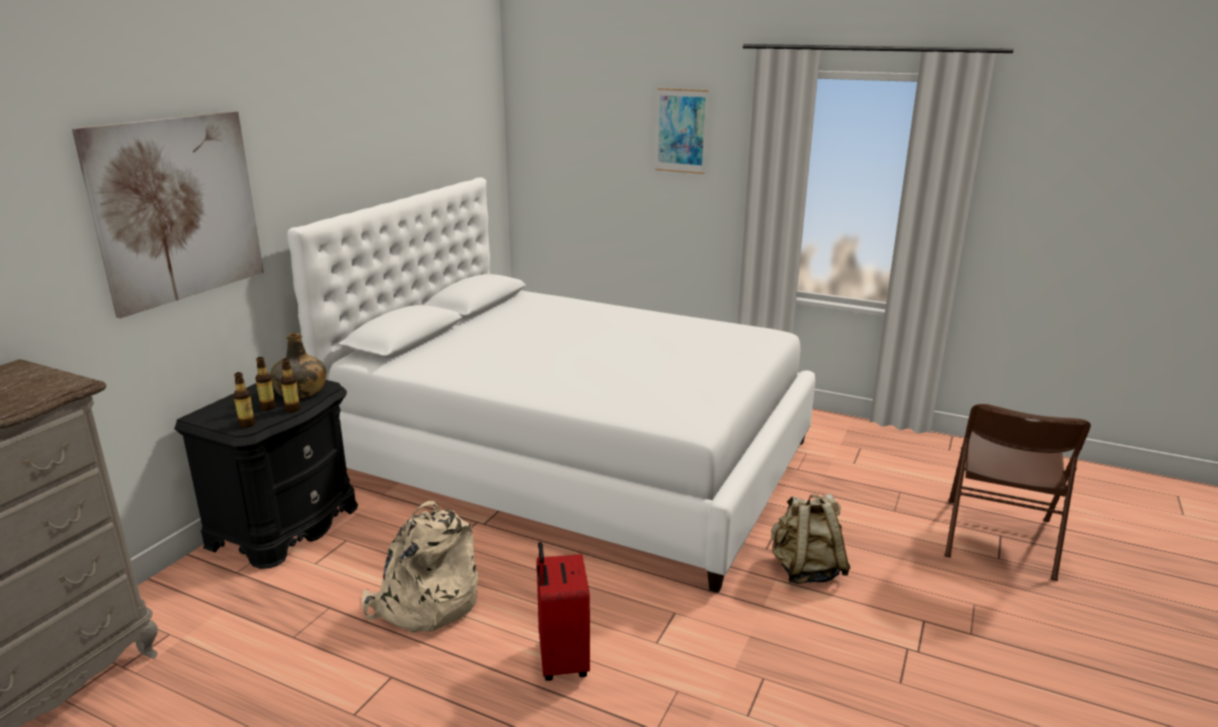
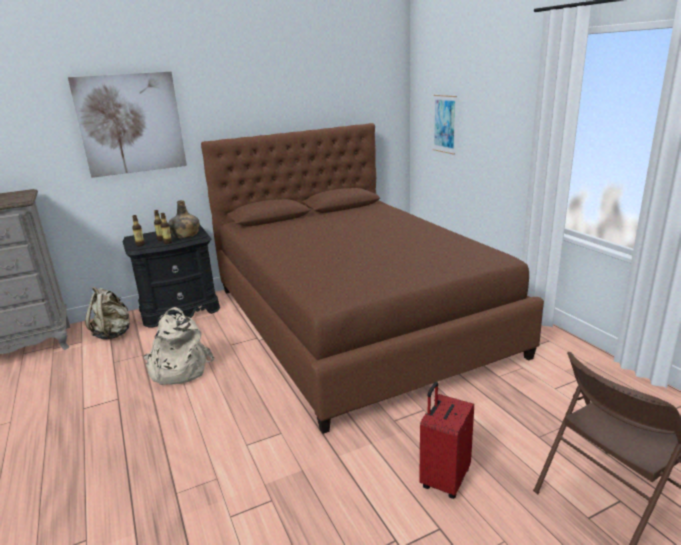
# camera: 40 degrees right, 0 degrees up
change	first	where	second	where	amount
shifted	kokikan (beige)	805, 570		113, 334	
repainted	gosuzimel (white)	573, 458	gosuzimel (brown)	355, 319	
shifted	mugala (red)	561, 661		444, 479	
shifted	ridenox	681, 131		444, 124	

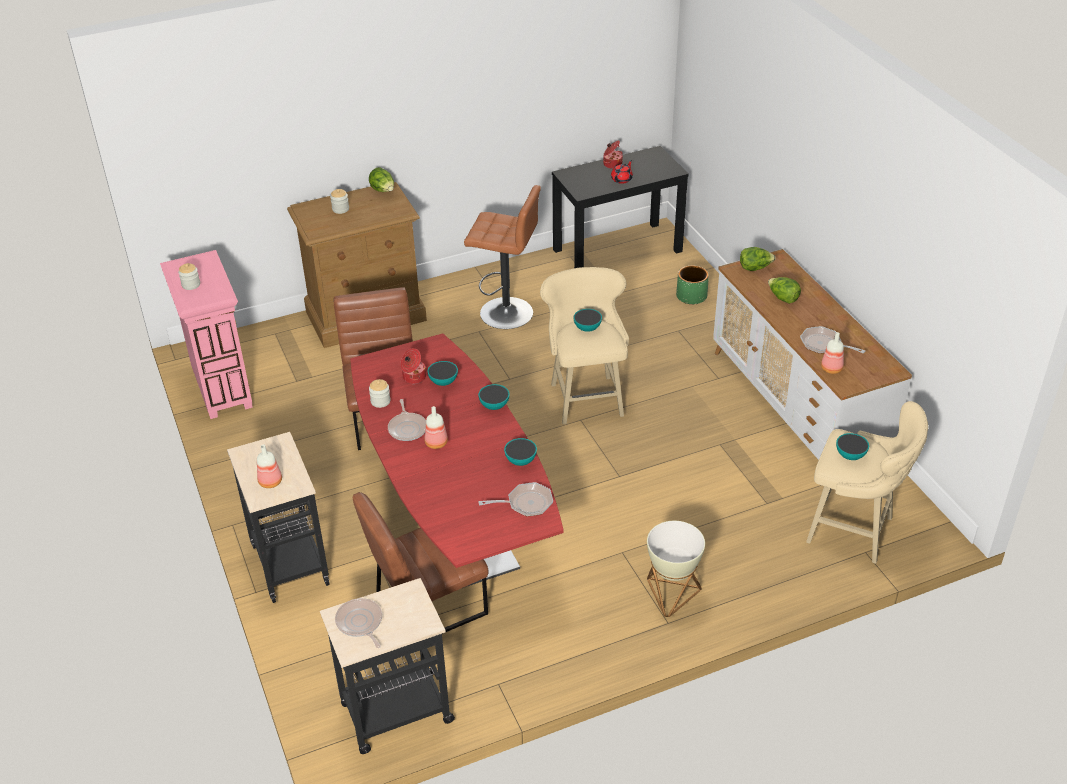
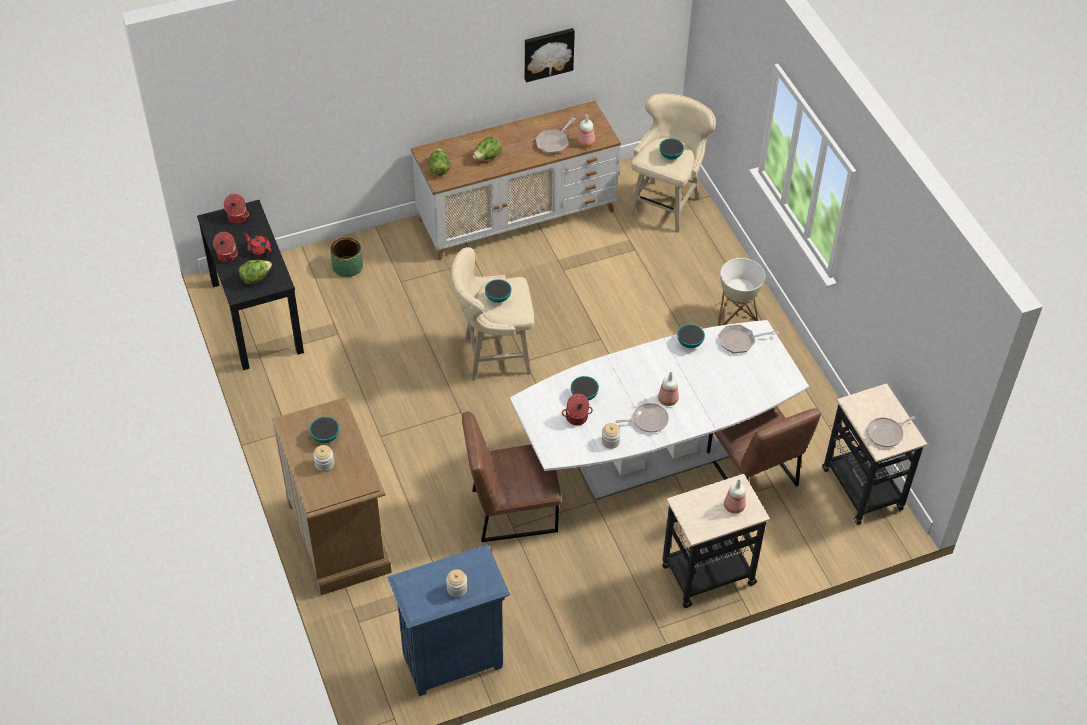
# camera: 90 degrees left, 10 degrees up
change	first	where	second	where	amount
new			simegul	237, 217	
shifted	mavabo	383, 191		256, 278	
shifted	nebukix	494, 406		325, 437	
repainted	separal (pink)	221, 388	separal (blue)	452, 664	
repainted	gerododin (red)	455, 520	gerododin (white)	653, 454	
new			ridenox	548, 53	
rotated	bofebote	526, 503		740, 341	90 degrees counterclockwise
gone	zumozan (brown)	507, 313			

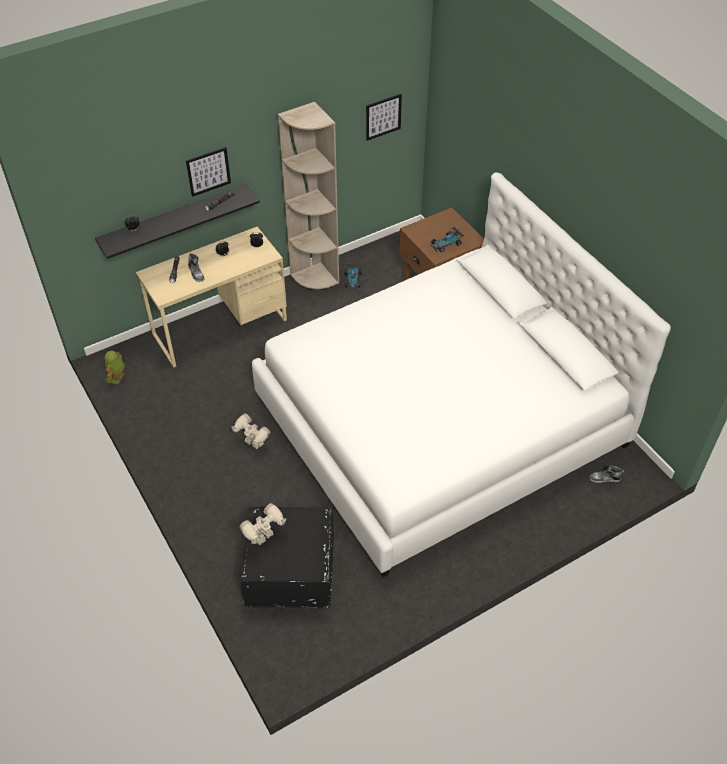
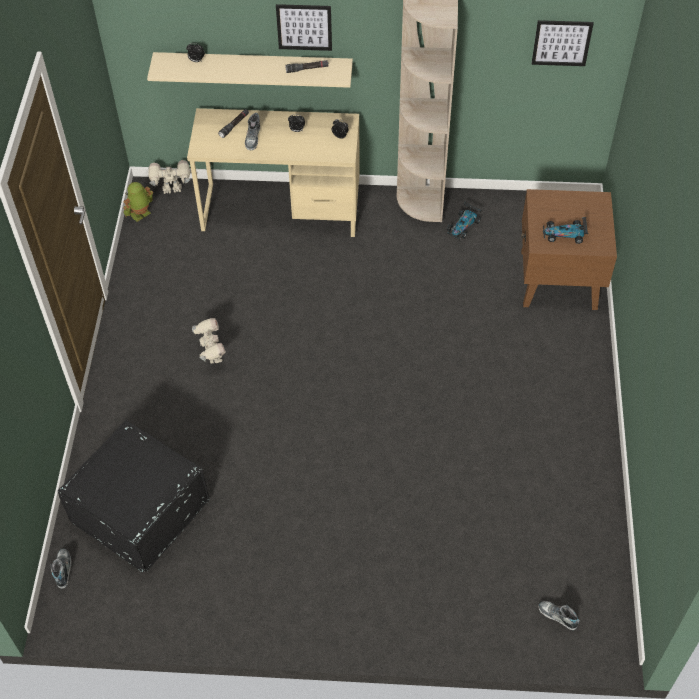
# camera: 35 degrees right, 5 degrees up
change	first	where	second	where	amount
new			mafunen	63, 569	
repainted	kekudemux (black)	174, 221	kekudemux (beige)	253, 69	
shifted	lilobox	264, 538		172, 191	
gone	gosuzimel (white)	440, 421			

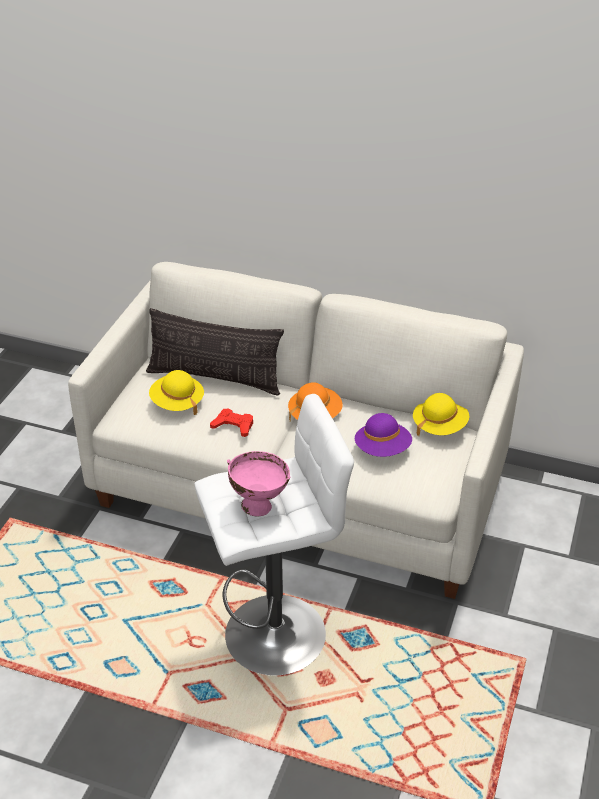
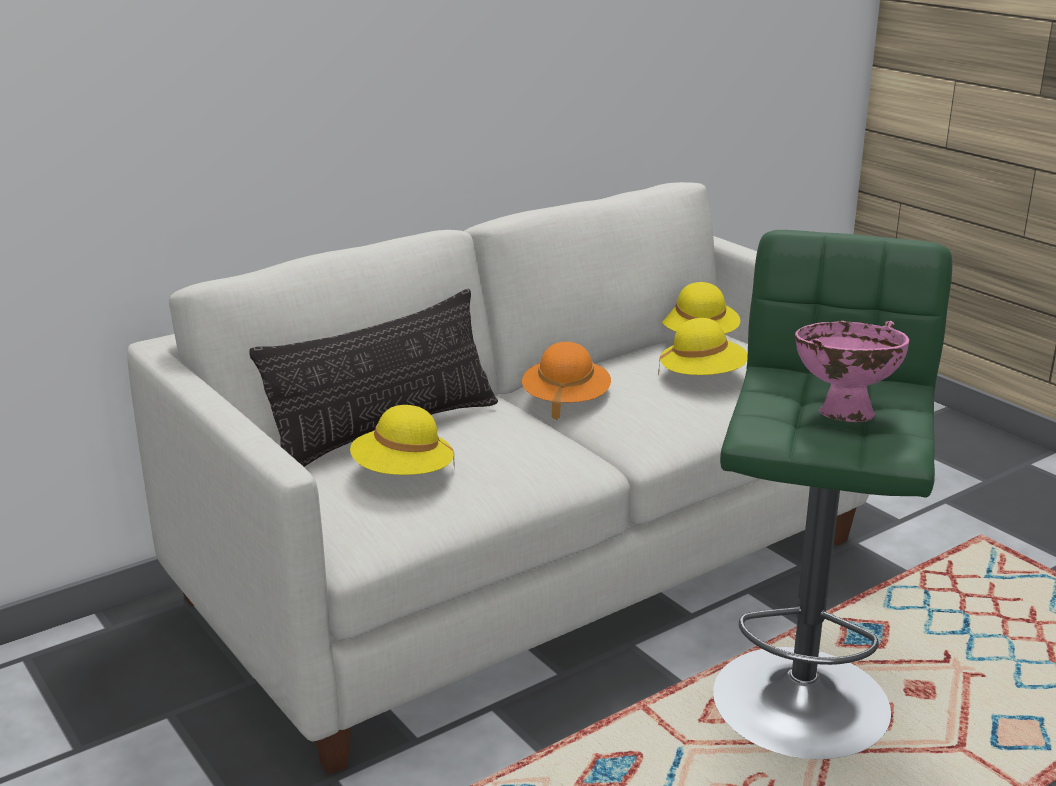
# camera: 55 degrees left, 15 degrees down
change	first	where	second	where	amount
repainted	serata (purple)	382, 449	serata (yellow)	702, 377	
repainted	zumozan (white)	277, 635	zumozan (green)	802, 701	
gone	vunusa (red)	233, 426			

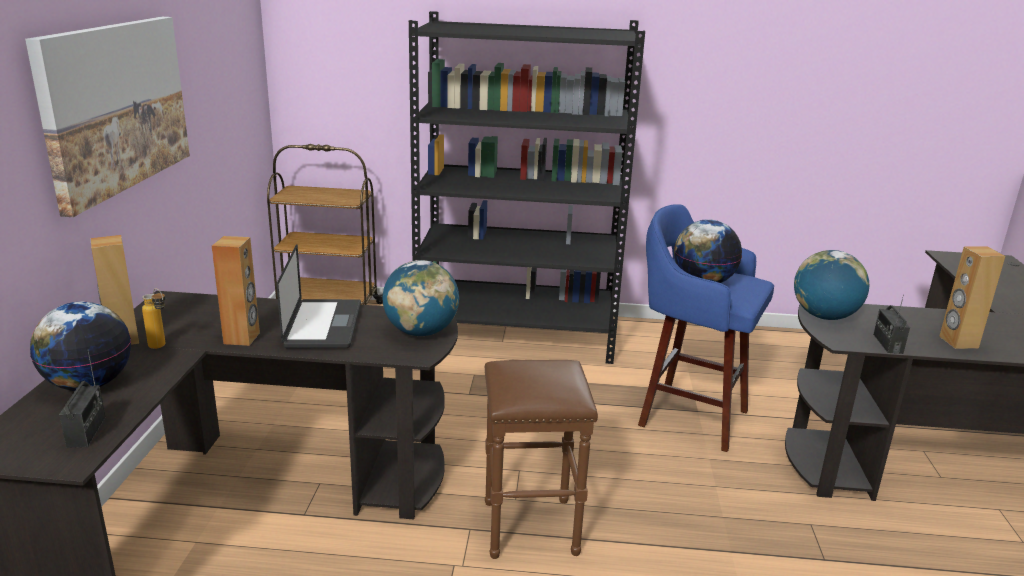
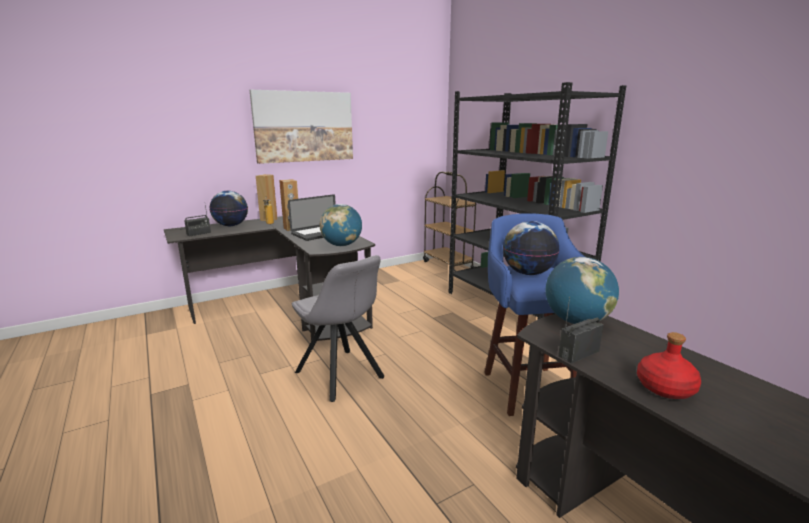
# camera: 55 degrees right, 5 degrees down
change	first	where	second	where	amount
swapped	zumozan (brown)	533, 528	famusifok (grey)	340, 374	
swapped	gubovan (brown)	958, 342	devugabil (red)	665, 388	

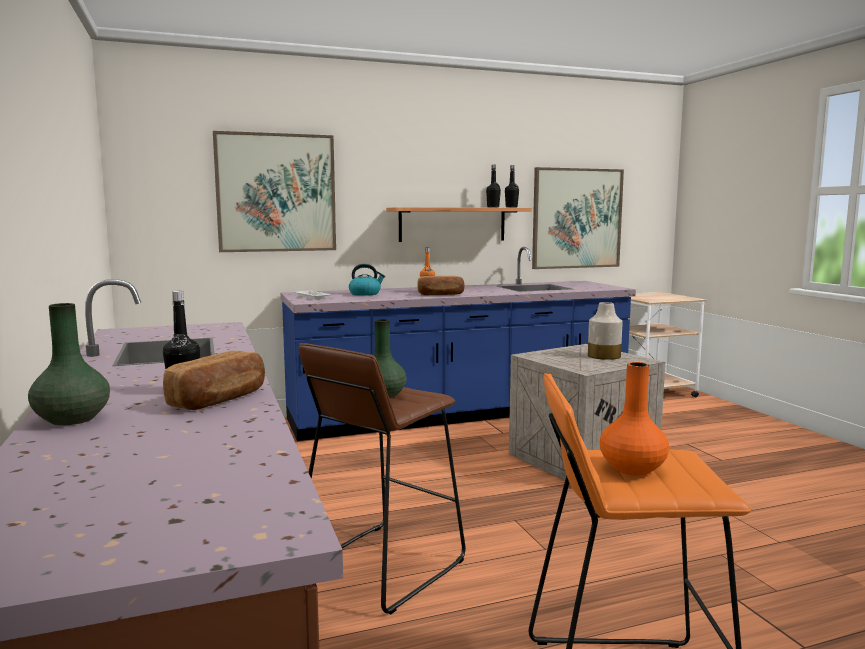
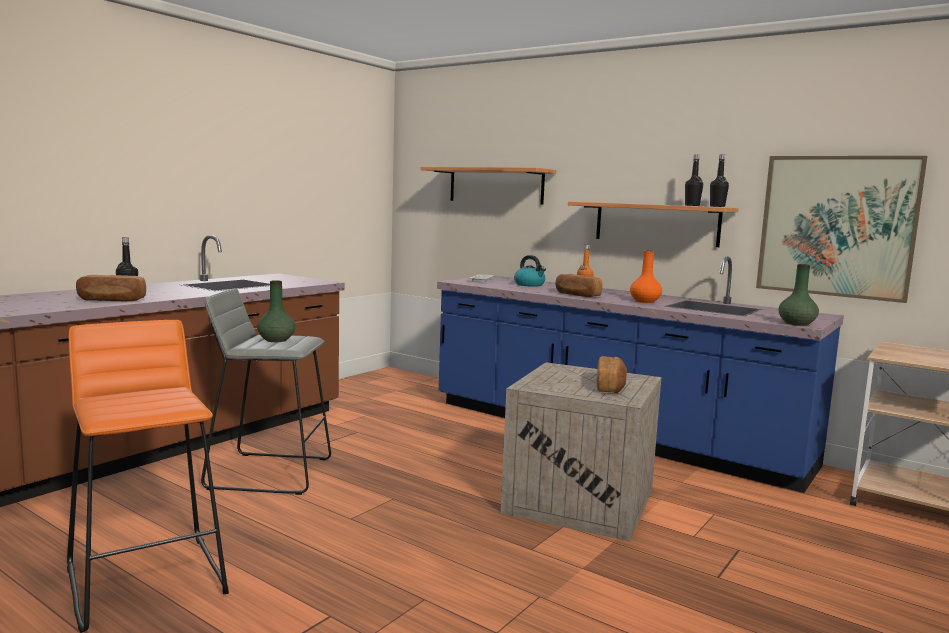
# camera: 55 degrees right, 0 degrees up
change	first	where	second	where	amount
repainted	zumozan (brown)	380, 566	zumozan (grey)	269, 473	
swapped	ridenox	276, 193	kekudemux	495, 185	
swapped	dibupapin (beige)	604, 356	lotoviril	611, 386	
shifted	dibupapin (orange)	632, 468		645, 301	
shifted	dibupapin (green)	73, 419		797, 324	

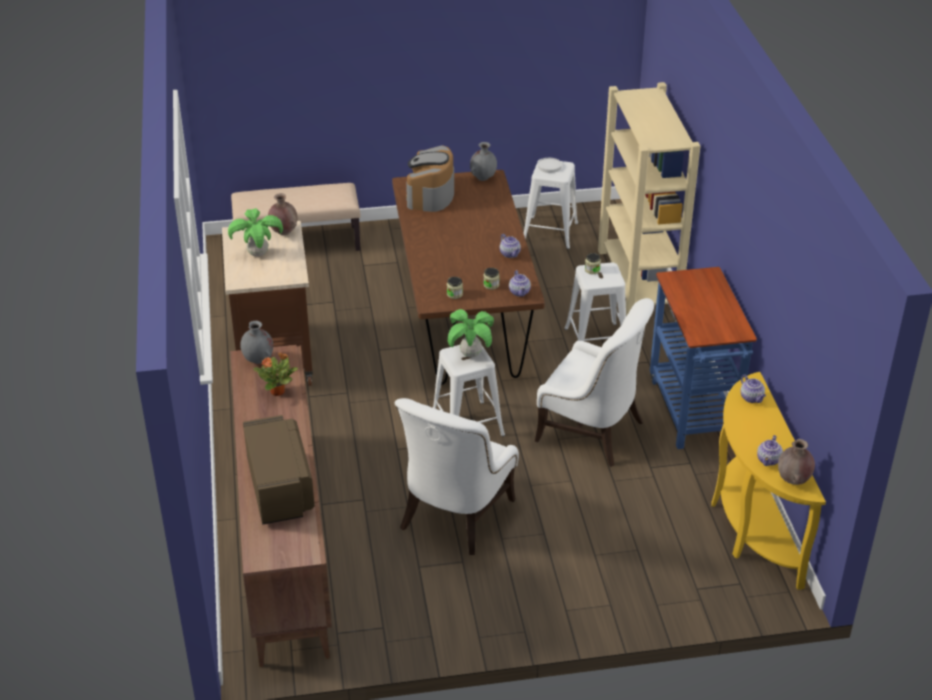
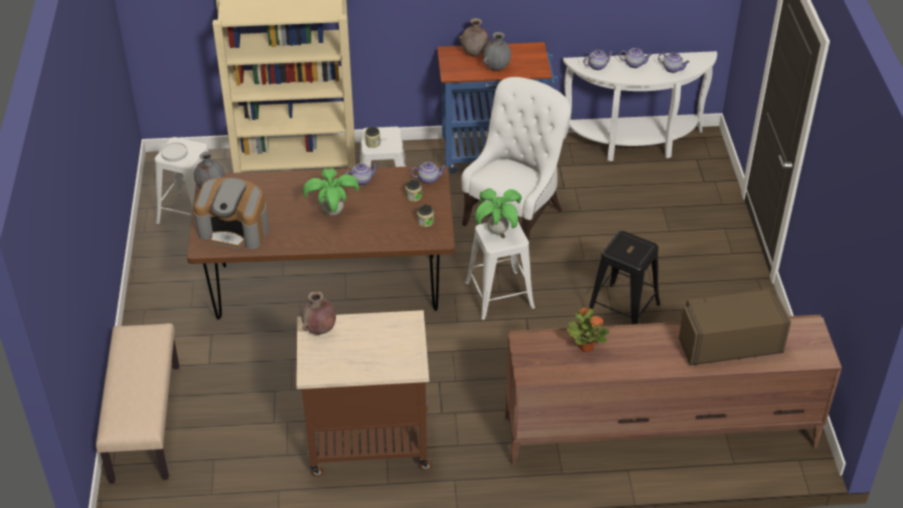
# camera: 85 degrees left, 5 degrees up
change	first	where	second	where	amount
shifted	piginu	258, 254		333, 212	
shifted	dibupapin (brown)	793, 481		475, 54	
shifted	dibupapin (grey)	258, 360		496, 68	
repainted	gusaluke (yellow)	750, 526	gusaluke (white)	634, 145	
swapped	famusifok (white)	455, 515	zumozan (black)	622, 311	
new			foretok	634, 64	

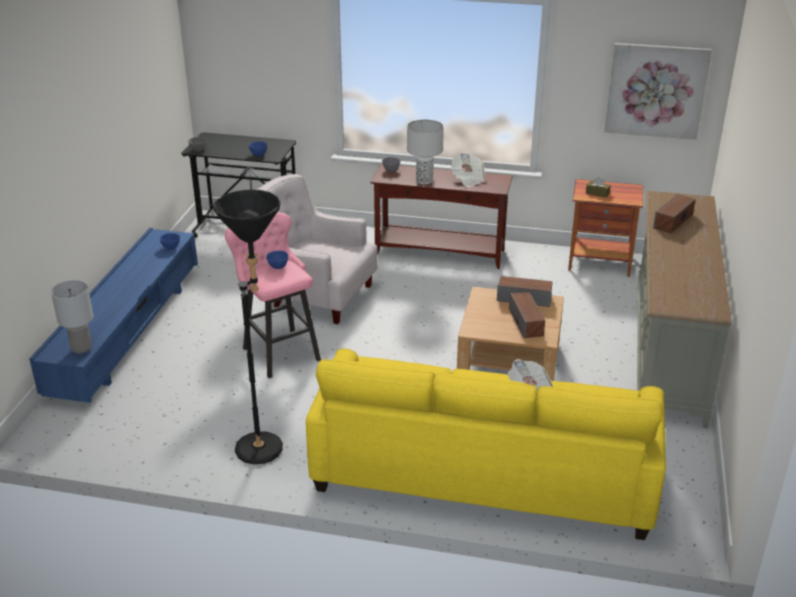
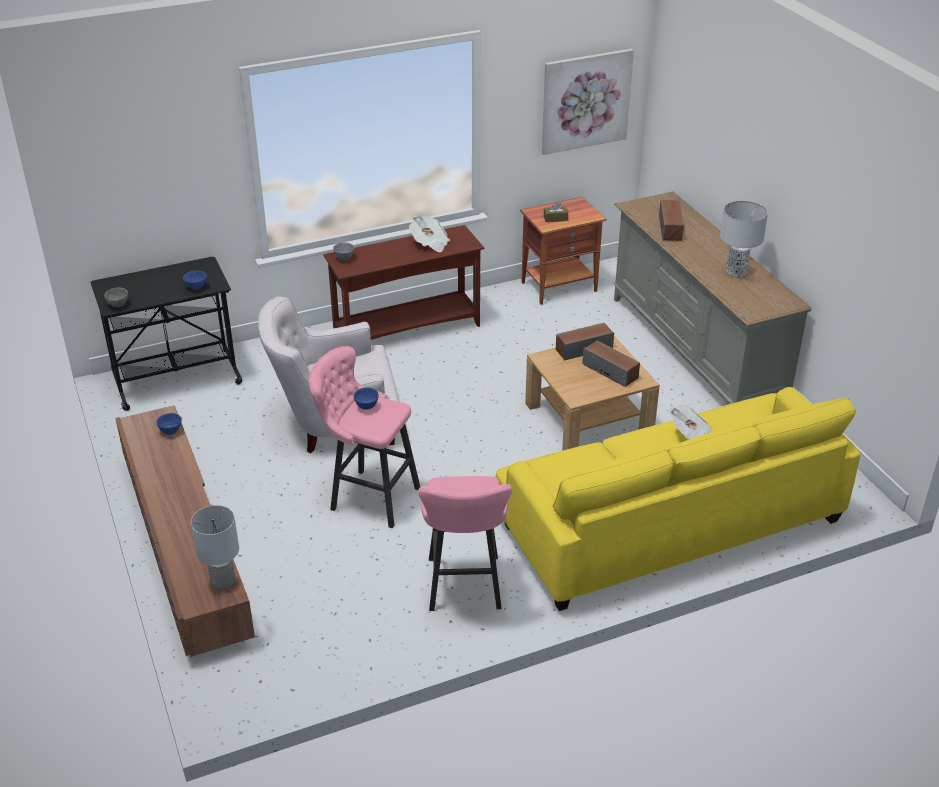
# camera: 35 degrees left, 5 degrees up
change	first	where	second	where	amount
repainted	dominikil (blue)	126, 332	dominikil (brown)	184, 548	
swapped	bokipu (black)	265, 443	zumozan (pink)	464, 591	
shifted	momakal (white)	424, 181		736, 272	

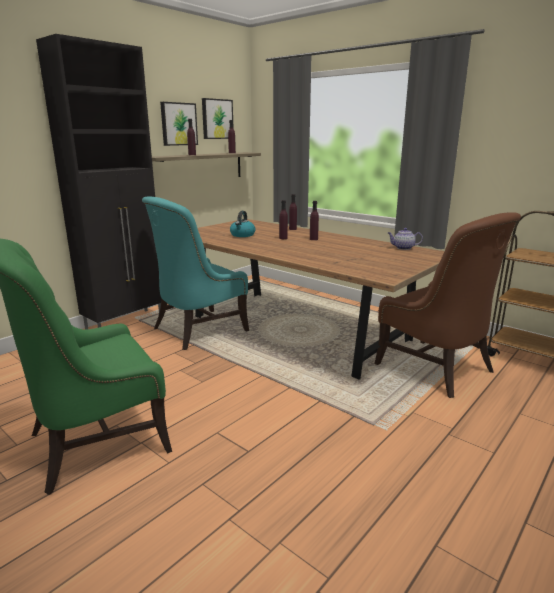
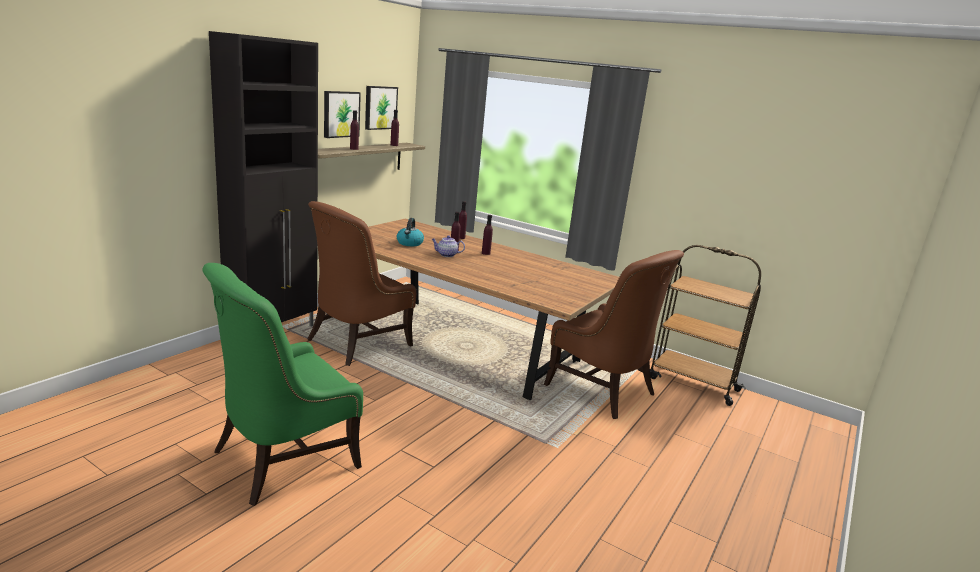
# camera: 10 degrees left, 0 degrees up
change	first	where	second	where	amount
repainted	famusifok (turquoise)	198, 329	famusifok (brown)	357, 342	
shifted	foretok	403, 248		446, 255	

